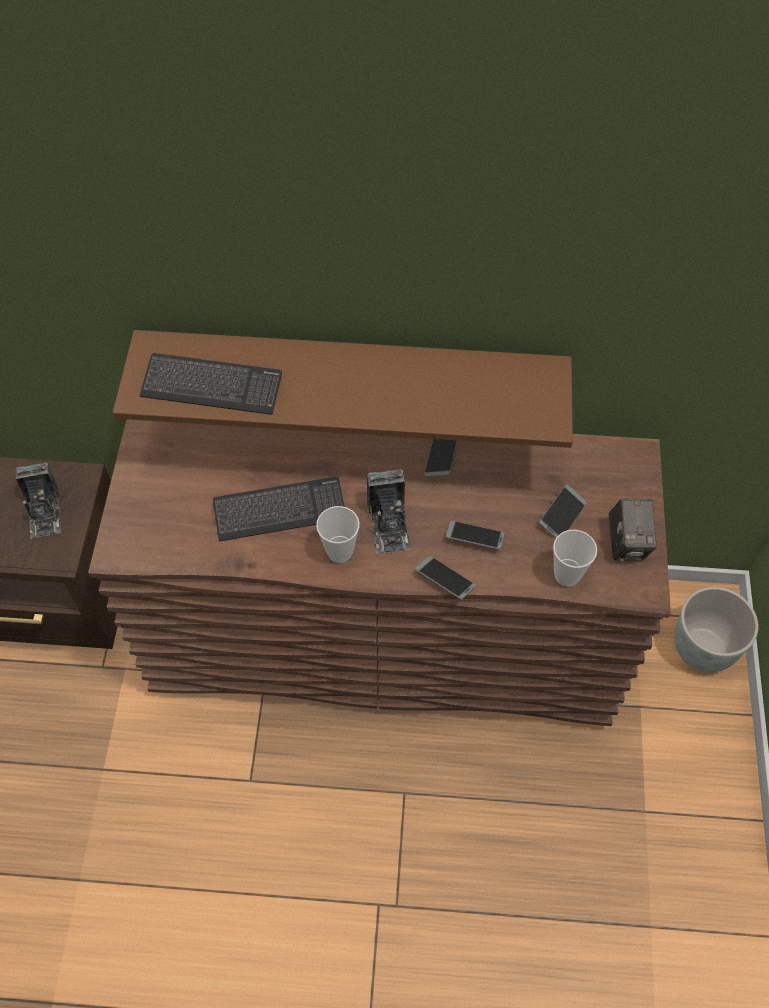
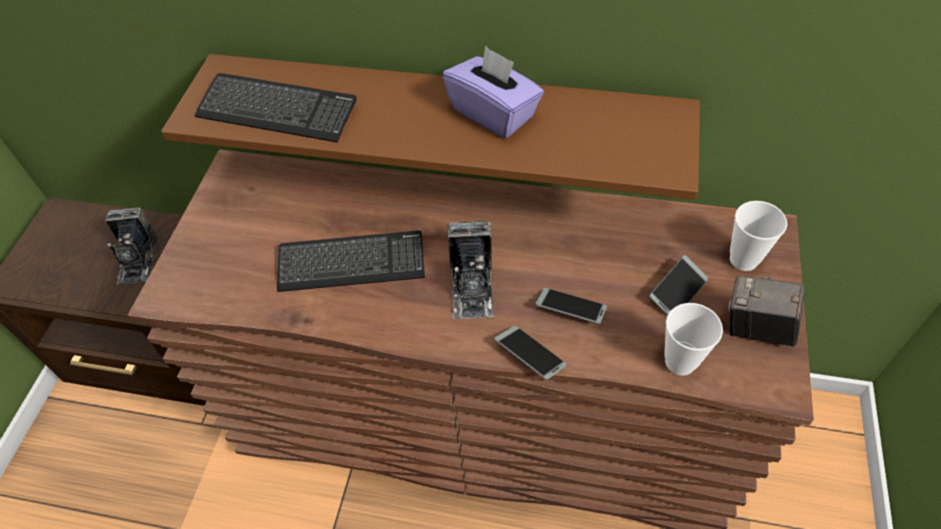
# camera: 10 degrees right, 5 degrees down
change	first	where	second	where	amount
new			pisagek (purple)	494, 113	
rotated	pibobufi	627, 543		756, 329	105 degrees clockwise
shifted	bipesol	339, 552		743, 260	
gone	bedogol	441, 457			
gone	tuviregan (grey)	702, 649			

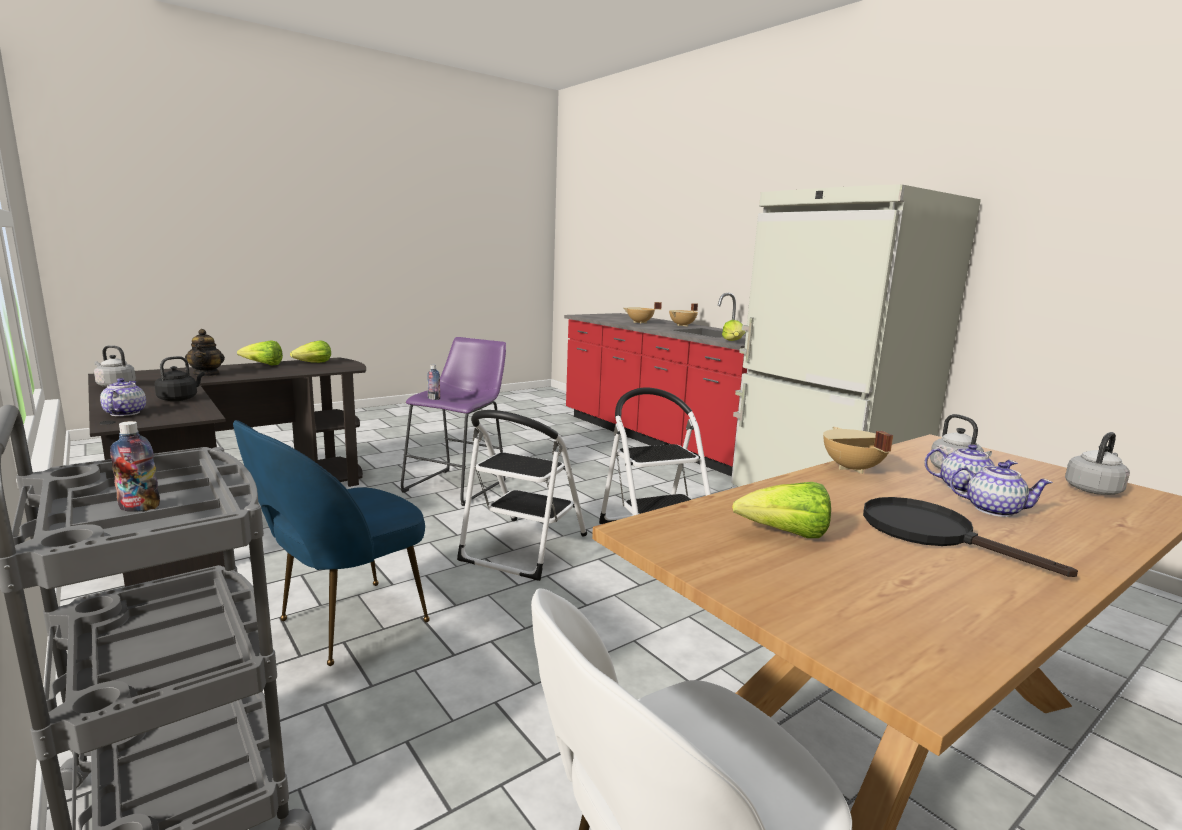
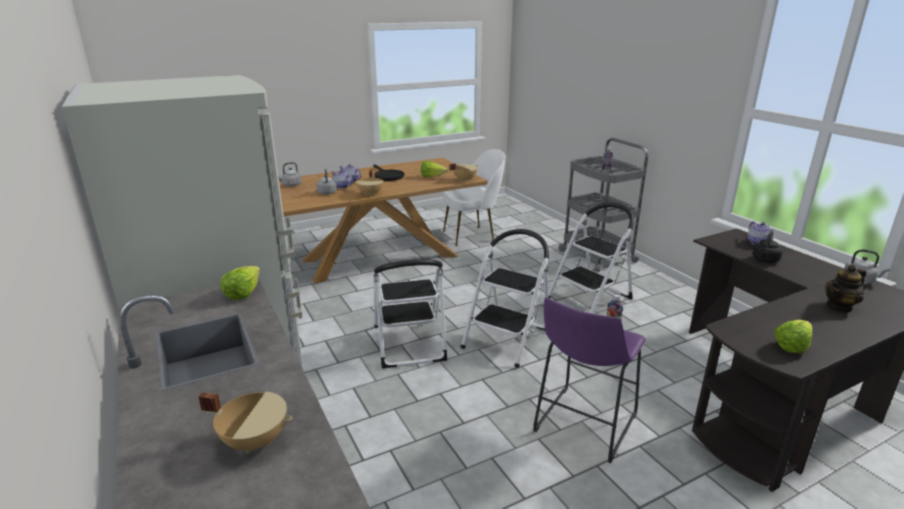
# camera: 170 degrees left, 10 degrees up
change	first	where	second	where	amount
shifted	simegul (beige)	683, 325		464, 180	
swapped	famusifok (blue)	343, 625	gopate	591, 298	
rotated	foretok	207, 374		839, 307	105 degrees counterclockwise
gone	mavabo	264, 365			

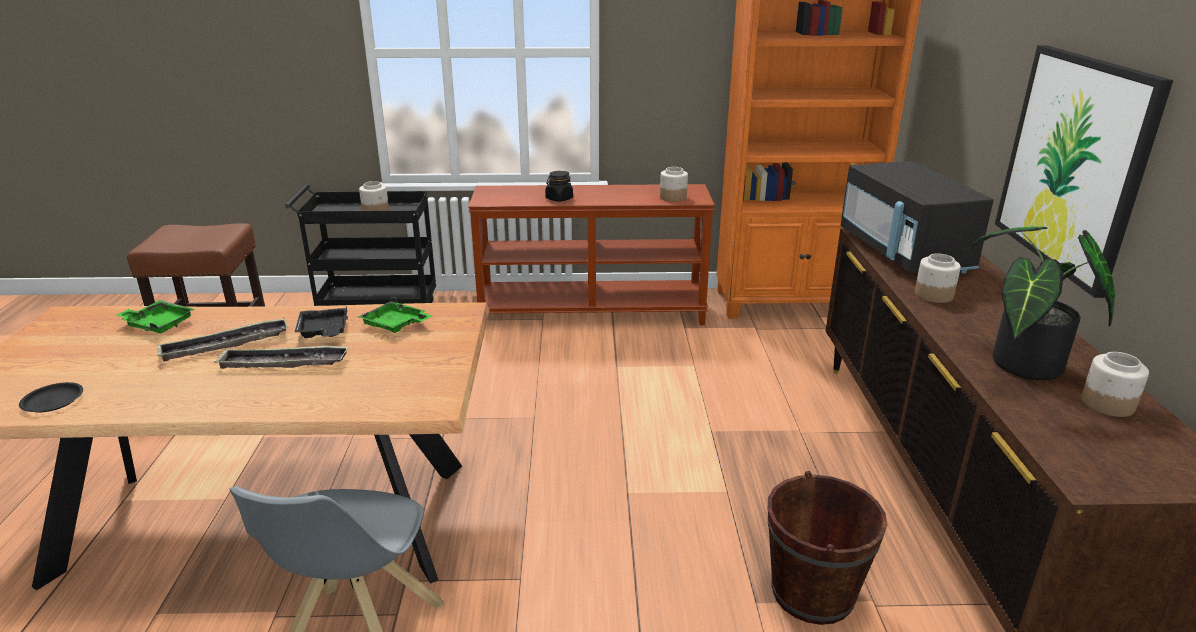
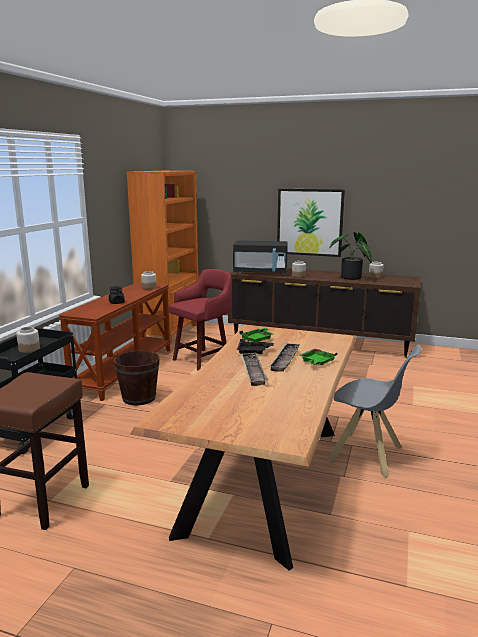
# camera: 70 degrees left, 10 degrees down
change	first	where	second	where	amount
shifted	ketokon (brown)	812, 593		139, 398	
new			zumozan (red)	203, 359	
shifted	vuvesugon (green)	158, 324		317, 362	
gone	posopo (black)	53, 401			

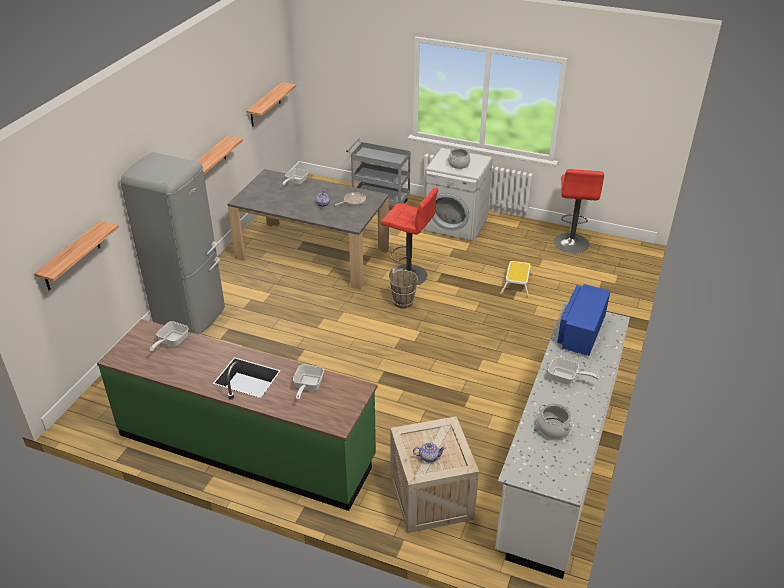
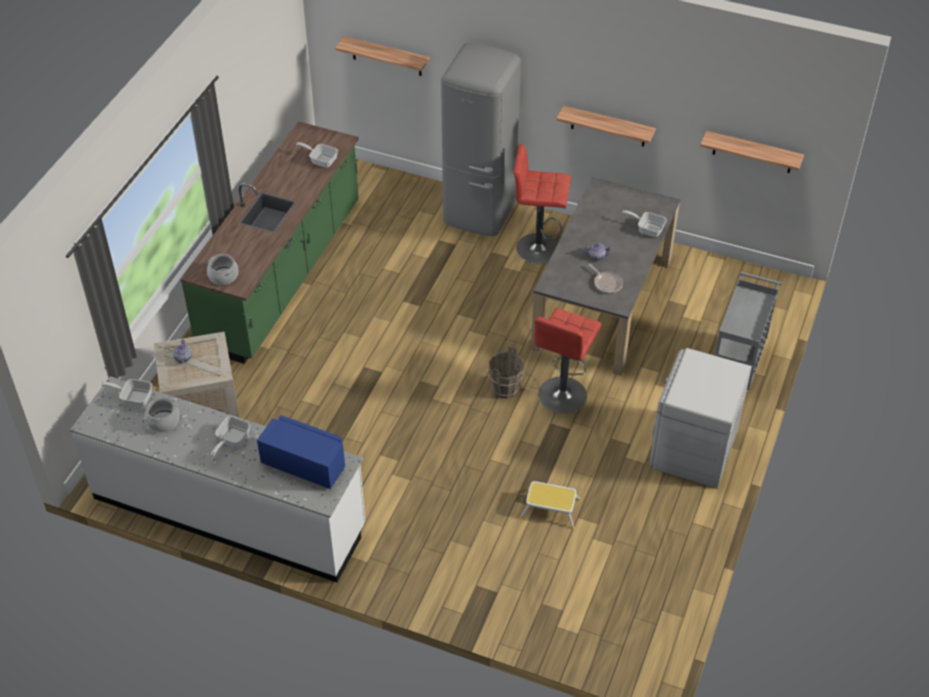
# camera: 90 degrees right, 10 degrees up
change	first	where	second	where	amount
shifted	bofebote	307, 386		133, 398	
shifted	simegul	459, 164		223, 276	
shifted	zumozan (red)	571, 243		537, 248	

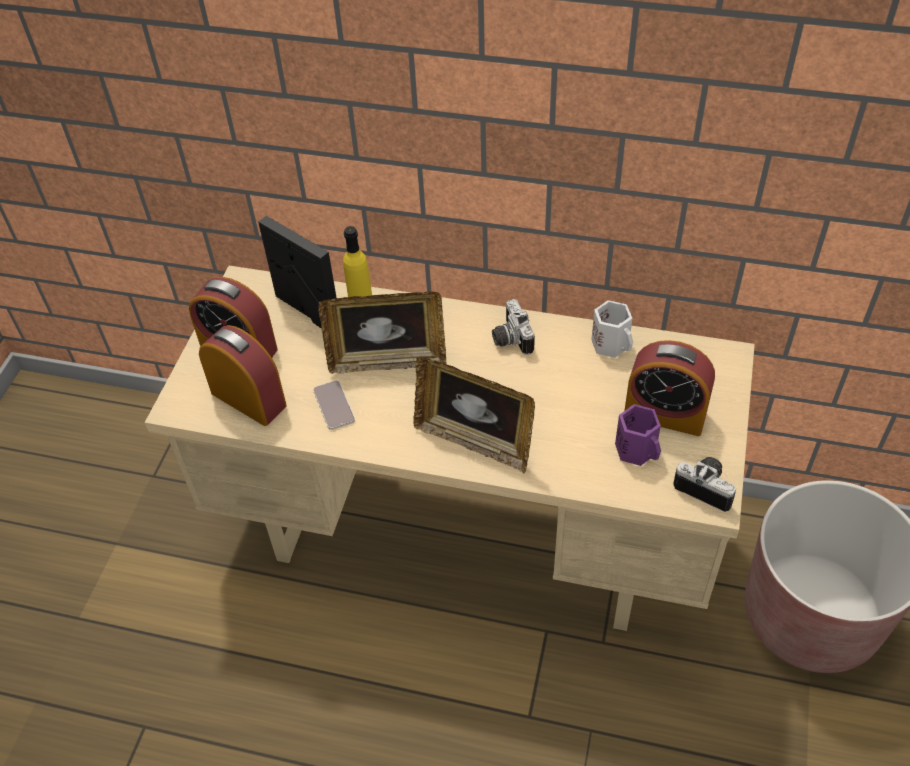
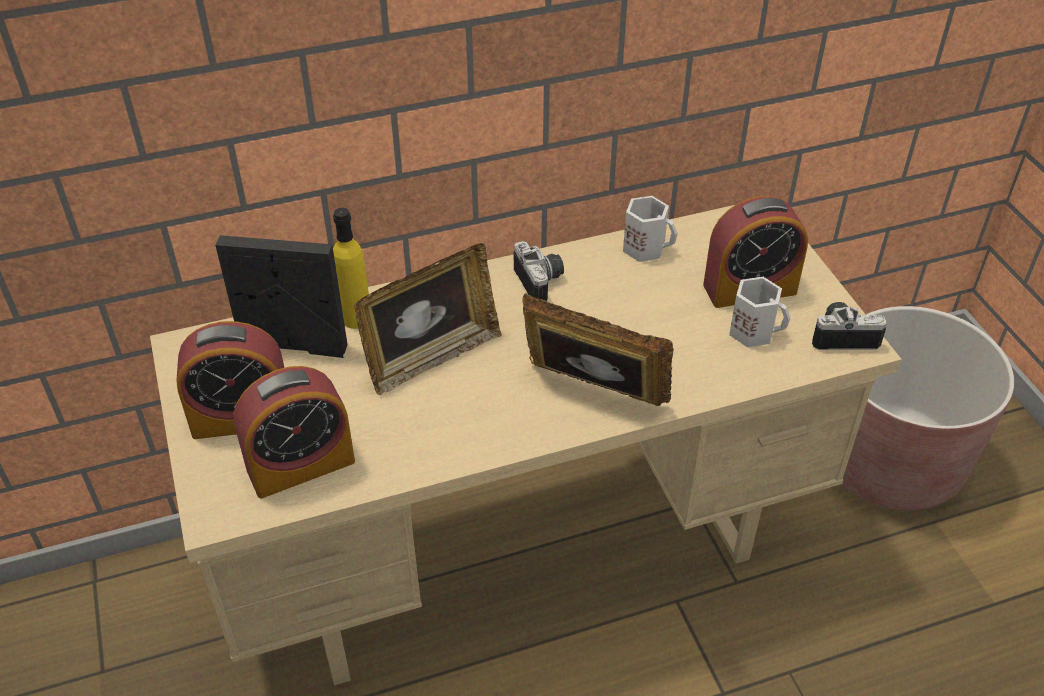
# camera: 35 degrees left, 5 degrees down
change	first	where	second	where	amount
rotated	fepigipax	248, 399		301, 465	150 degrees clockwise
rotated	pibobufi	509, 338		542, 282	150 degrees counterclockwise
rotated	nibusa	474, 441		592, 393	150 degrees counterclockwise
repainted	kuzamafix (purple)	637, 449	kuzamafix (white)	753, 331	
gone	bedogol	334, 405			

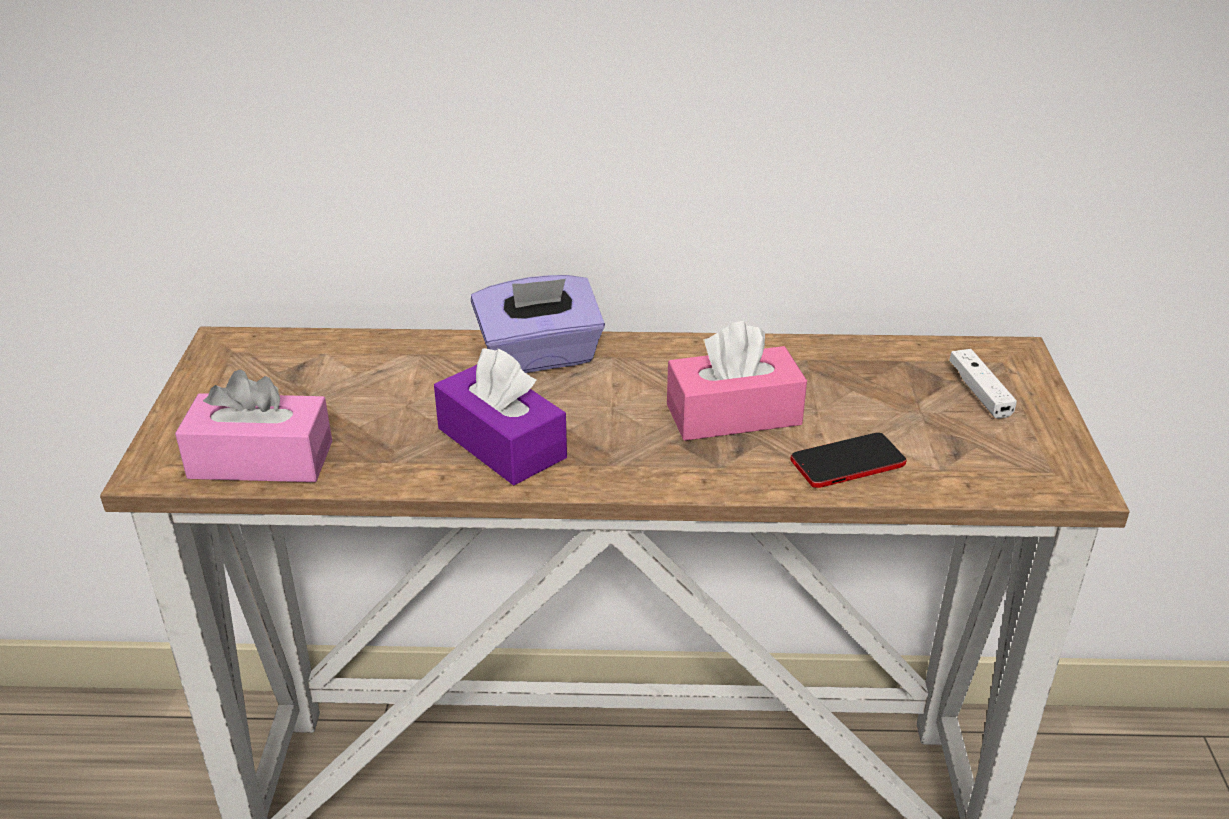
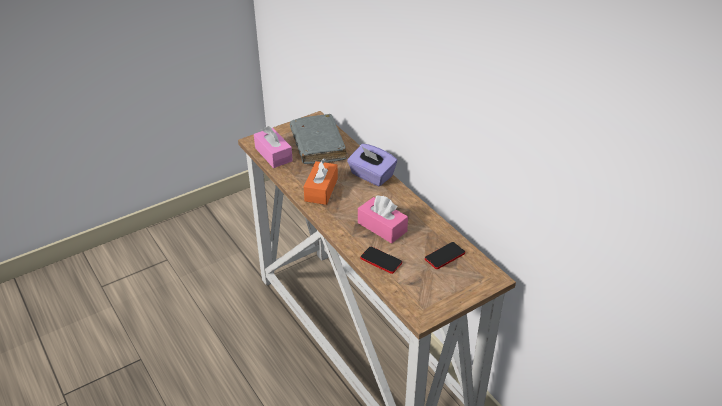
# camera: 55 degrees right, 5 degrees up
change	first	where	second	where	amount
new			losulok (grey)	318, 145	
repainted	pisagek (purple)	501, 443	pisagek (orange)	321, 190	
new			bedogol	444, 256	
gone	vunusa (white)	979, 392			

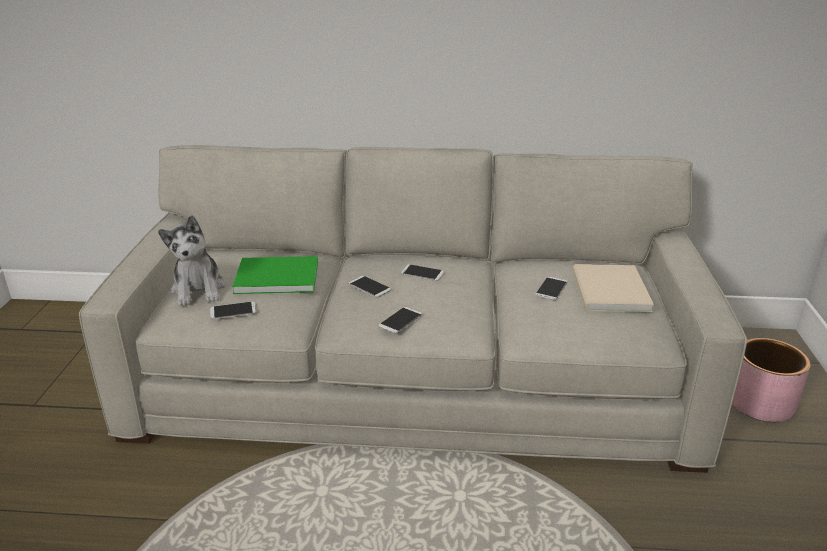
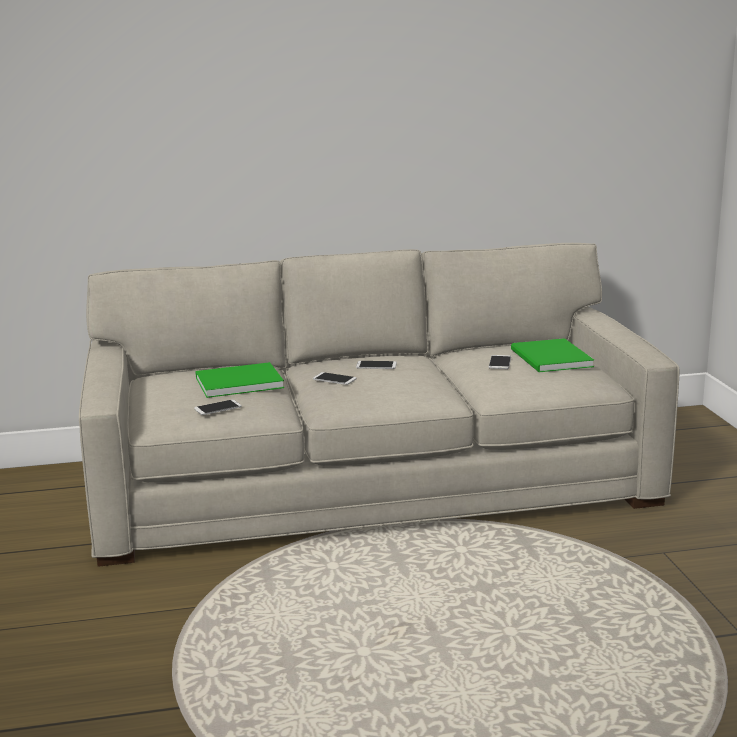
# camera: 15 degrees left, 10 degrees down
change	first	where	second	where	amount
repainted	losulok (beige)	608, 292	losulok (green)	550, 359	
gone	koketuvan	199, 289			
gone	bedogol	400, 320			
gone	tuviregan (pink)	760, 403			

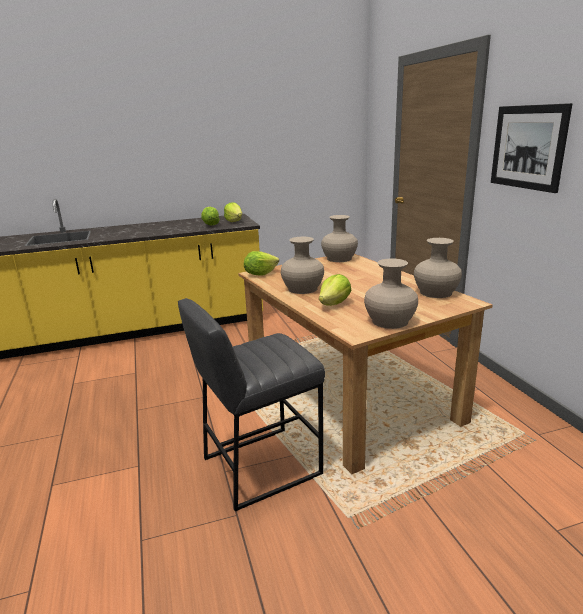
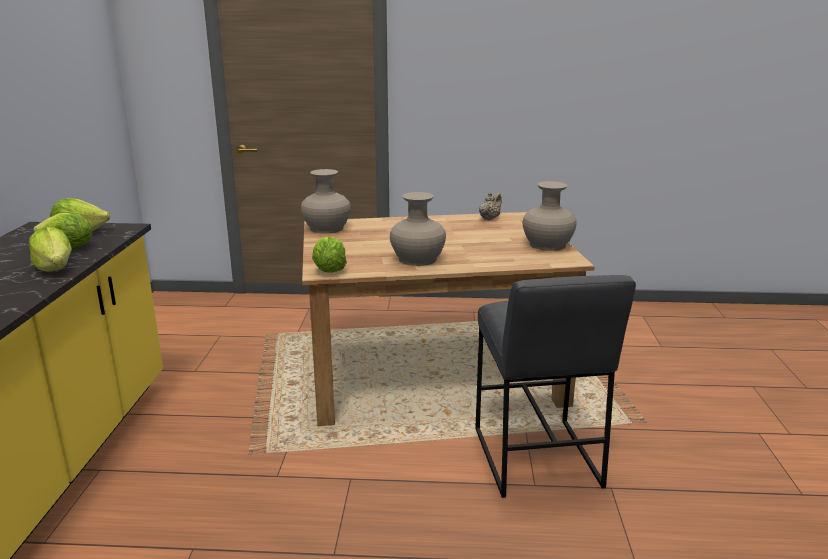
# camera: 70 degrees left, 0 degrees up
change	first	where	second	where	amount
shifted	mavabo	334, 304		55, 268	
swapped	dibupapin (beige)	436, 292	foretok (beige)	489, 218	
gone	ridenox	528, 147			

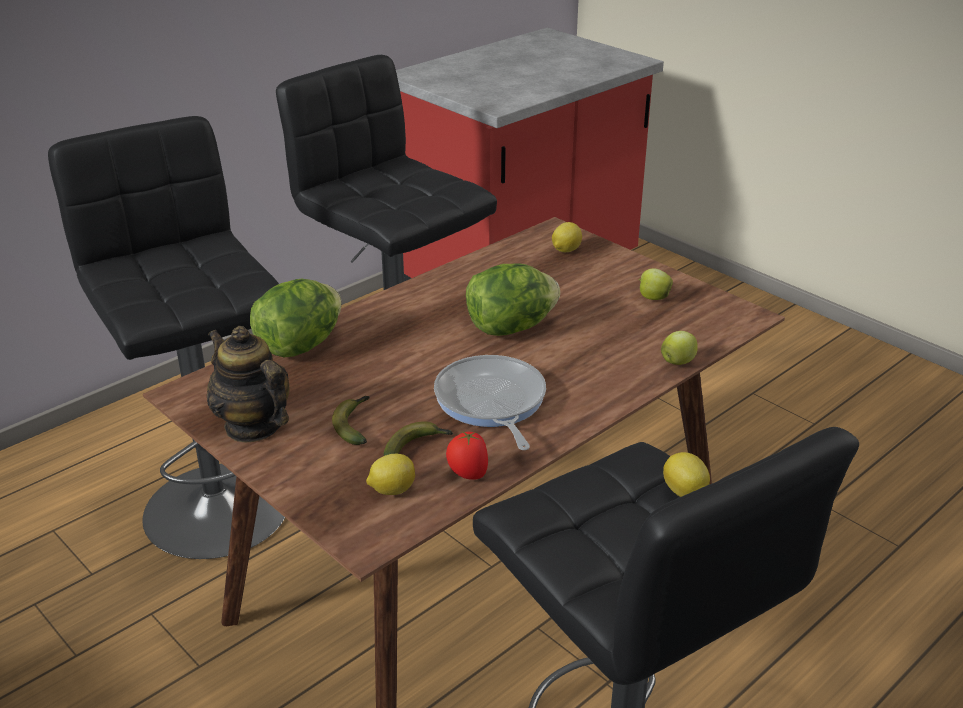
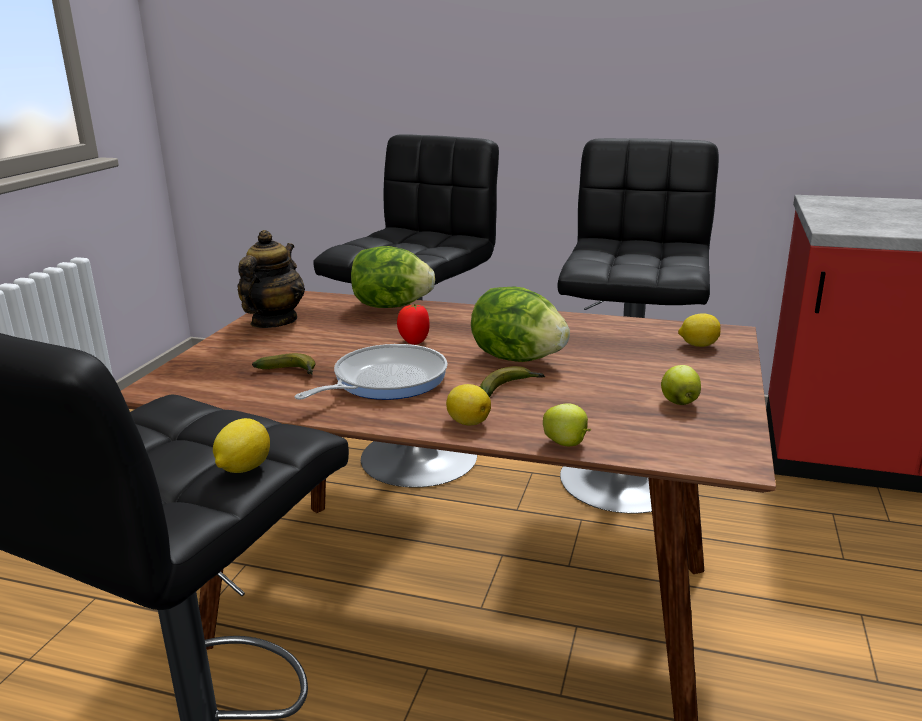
# camera: 60 degrees right, 10 degrees down
change	first	where	second	where	amount
shifted	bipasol	467, 474		414, 342	
shifted	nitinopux	391, 490		467, 422	
shifted	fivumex	354, 425		510, 389	

